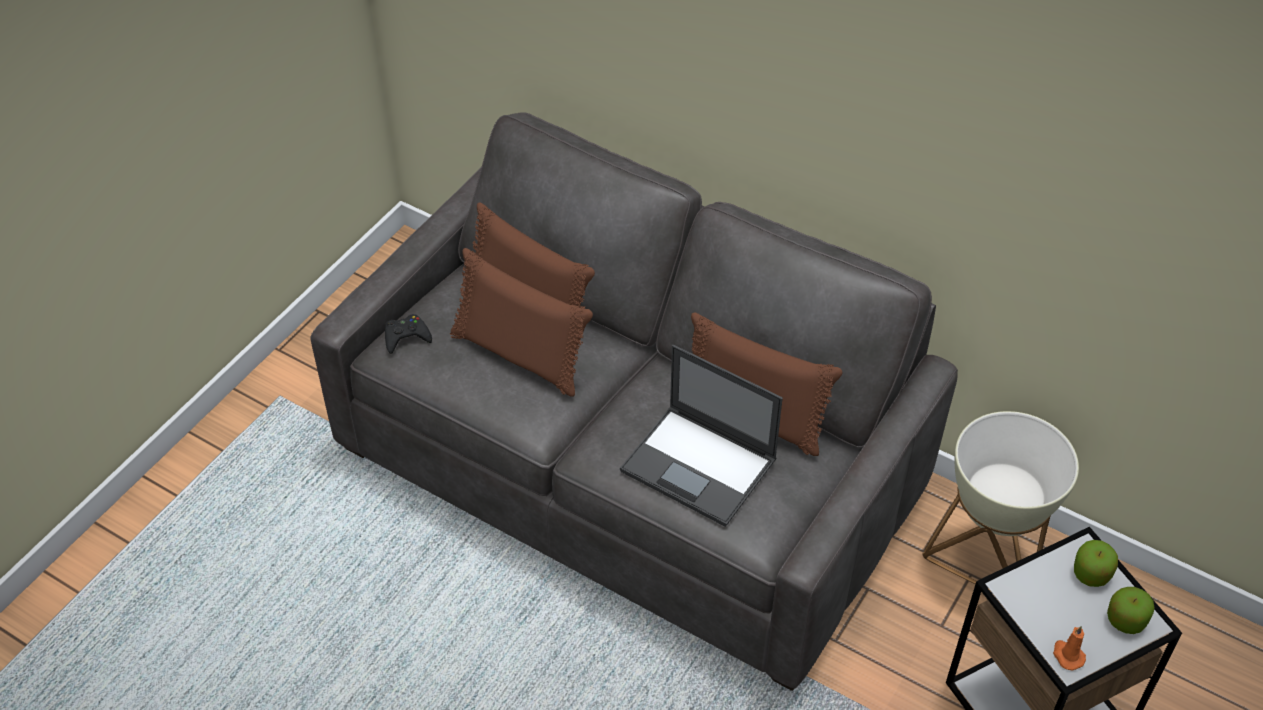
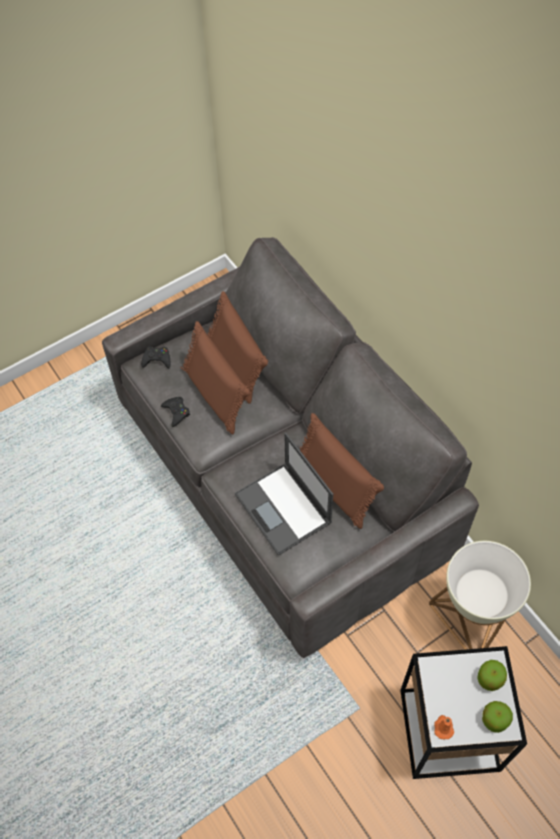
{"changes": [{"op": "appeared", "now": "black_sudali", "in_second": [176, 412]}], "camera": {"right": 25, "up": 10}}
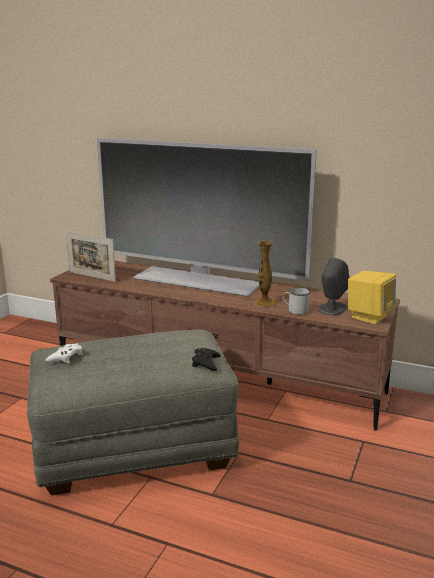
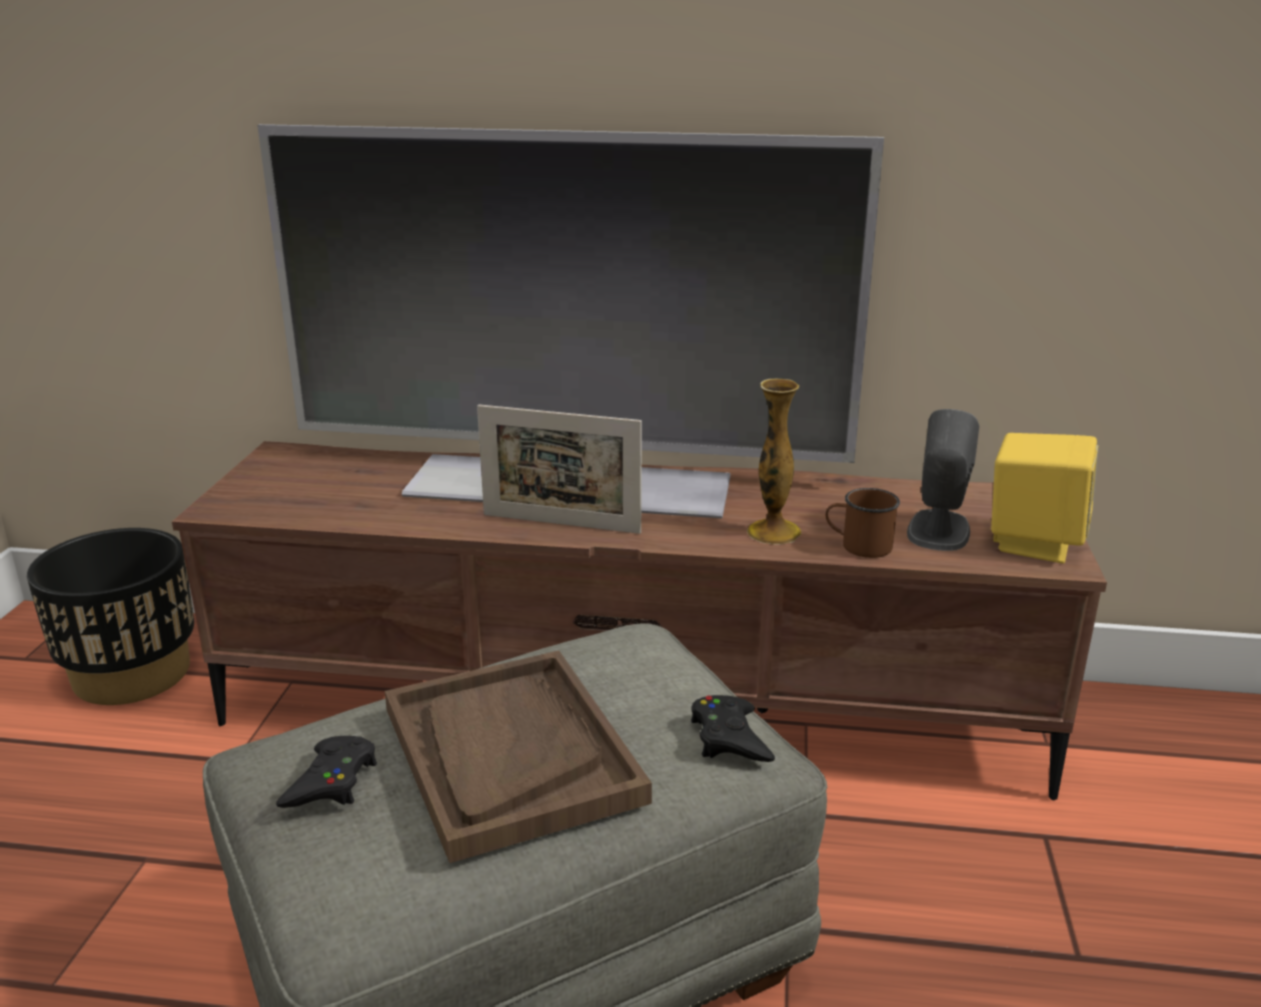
{"changes": [{"op": "colour", "was": "white_sudali", "now": "black_sudali", "in_first": [65, 357], "in_second": [331, 781]}, {"op": "relocated", "was": "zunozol", "in_first": [92, 276], "in_second": [561, 523]}, {"op": "colour", "was": "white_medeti", "now": "brown_medeti", "in_first": [295, 310], "in_second": [858, 546]}, {"op": "appeared", "now": "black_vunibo", "in_second": [132, 674]}, {"op": "appeared", "now": "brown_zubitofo", "in_second": [510, 754]}], "camera": {"right": -15, "up": 5}}
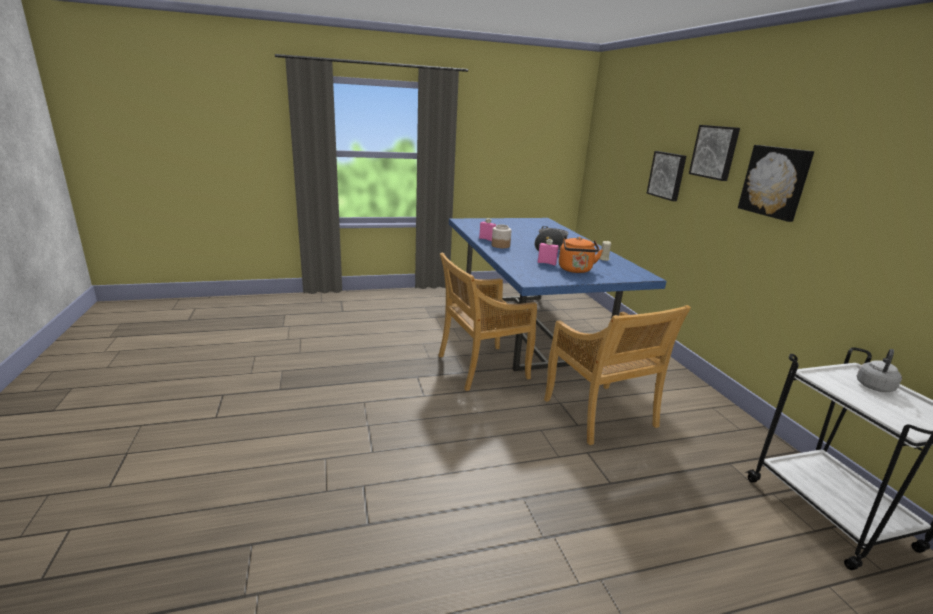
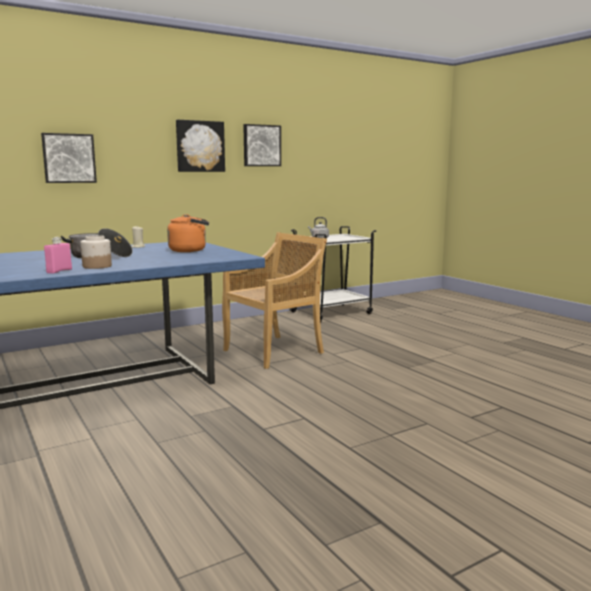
{"changes": [{"op": "missing", "was": "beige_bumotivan", "in_first": [481, 367]}, {"op": "missing", "was": "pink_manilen", "in_first": [546, 263]}, {"op": "relocated", "was": "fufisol", "in_first": [715, 152], "in_second": [261, 145]}], "camera": {"right": -105, "up": -10}}
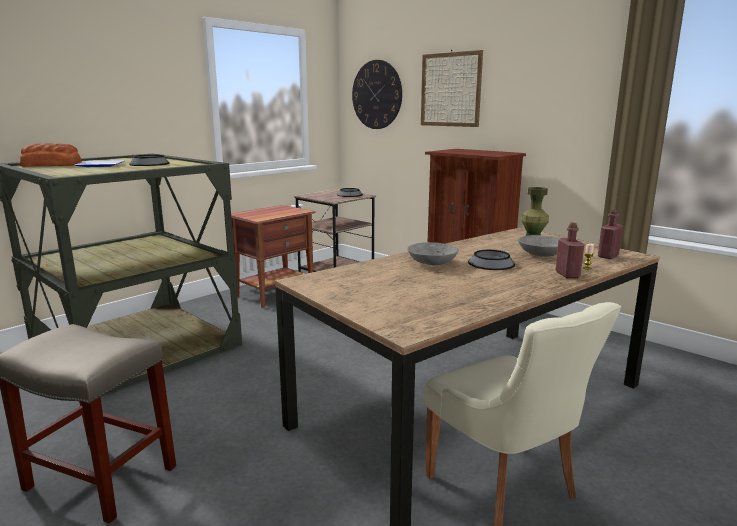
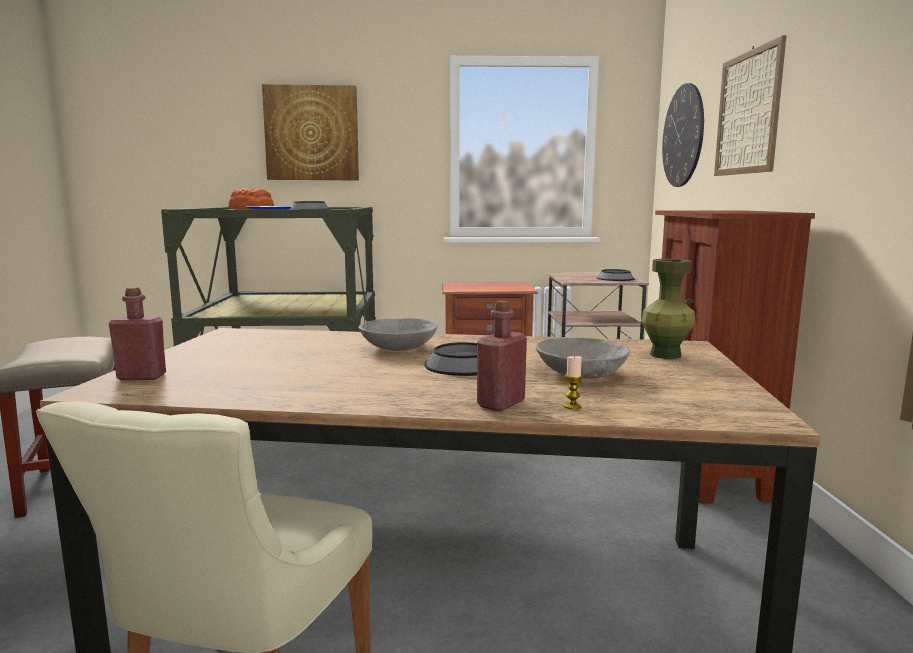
{"changes": [{"op": "relocated", "was": "red_manilen", "in_first": [608, 256], "in_second": [141, 377]}, {"op": "appeared", "now": "fufisol", "in_second": [312, 133]}], "camera": {"right": 45, "up": -5}}
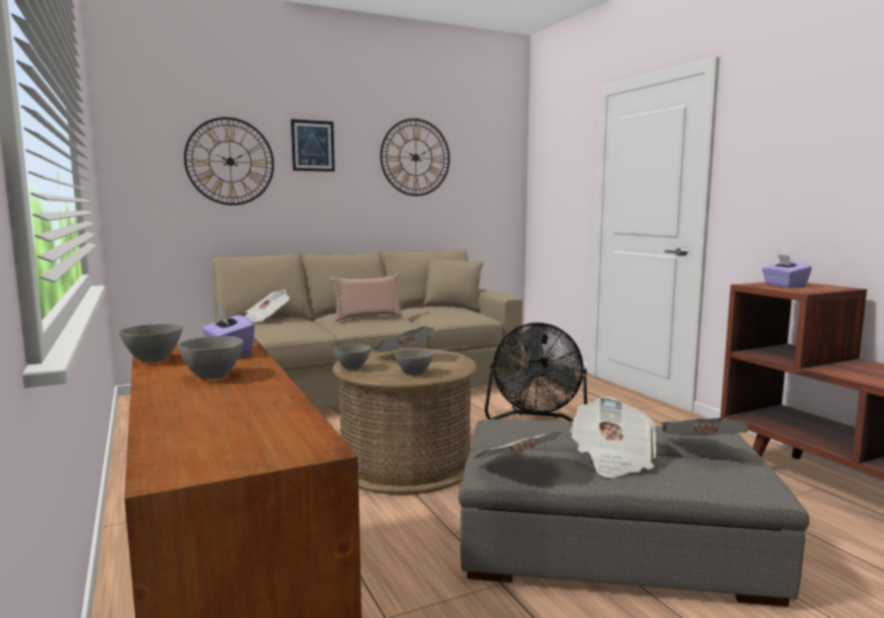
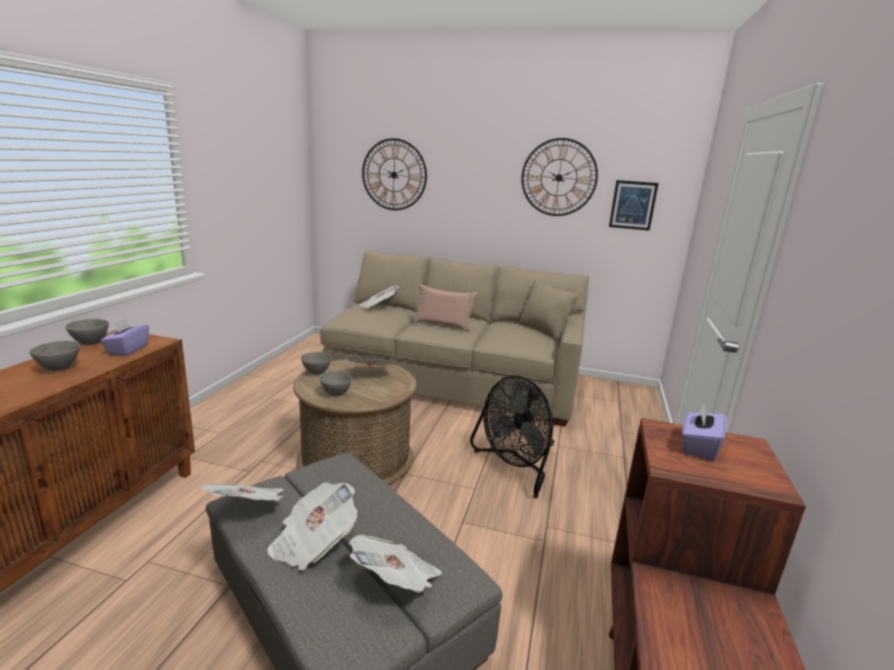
{"changes": [{"op": "relocated", "was": "fufisol", "in_first": [313, 146], "in_second": [633, 205]}], "camera": {"right": 40, "up": 10}}
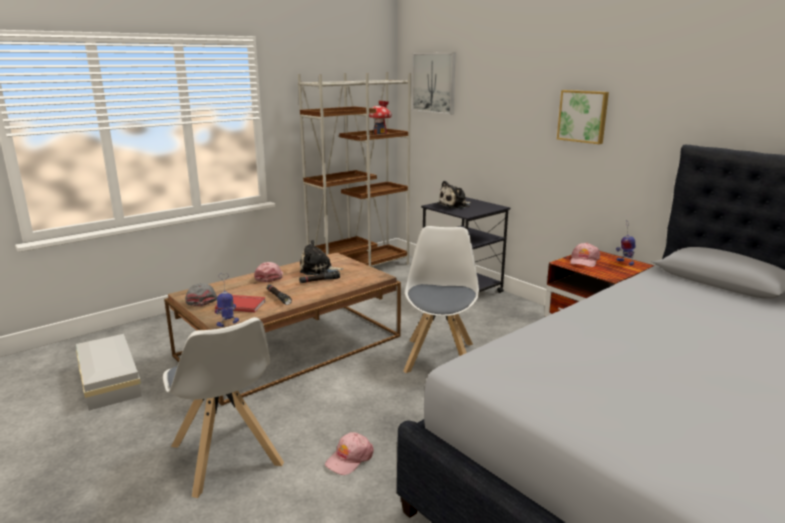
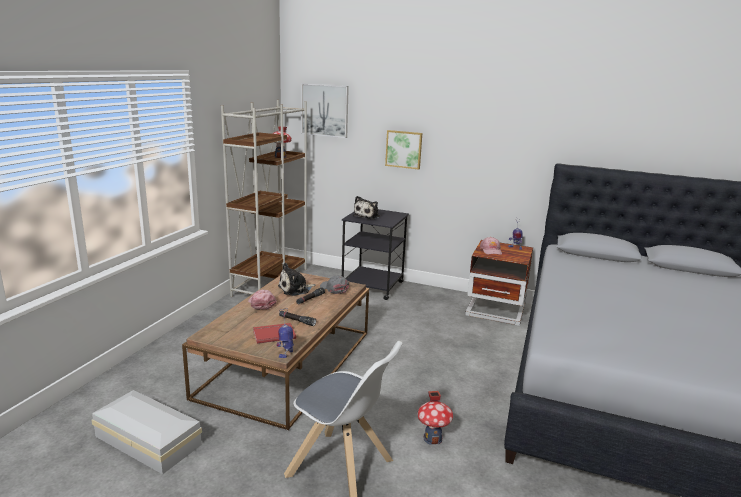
{"changes": [{"op": "relocated", "was": "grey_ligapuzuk", "in_first": [201, 299], "in_second": [334, 288]}, {"op": "exchanged", "was": "pink_ligapuzuk", "now": "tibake", "in_first": [349, 458], "in_second": [432, 438]}, {"op": "missing", "was": "bumotivan", "in_first": [440, 356]}, {"op": "relocated", "was": "fufisol", "in_first": [583, 116], "in_second": [404, 149]}], "camera": {"right": -30, "up": 0}}
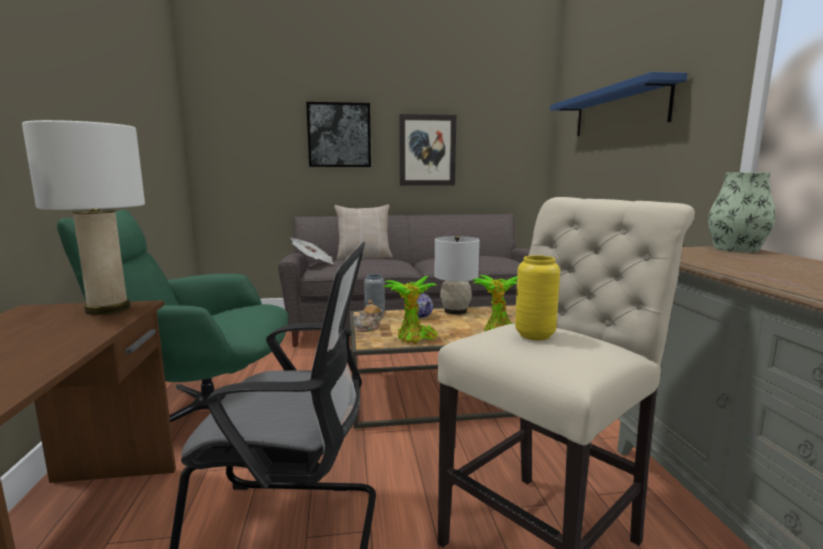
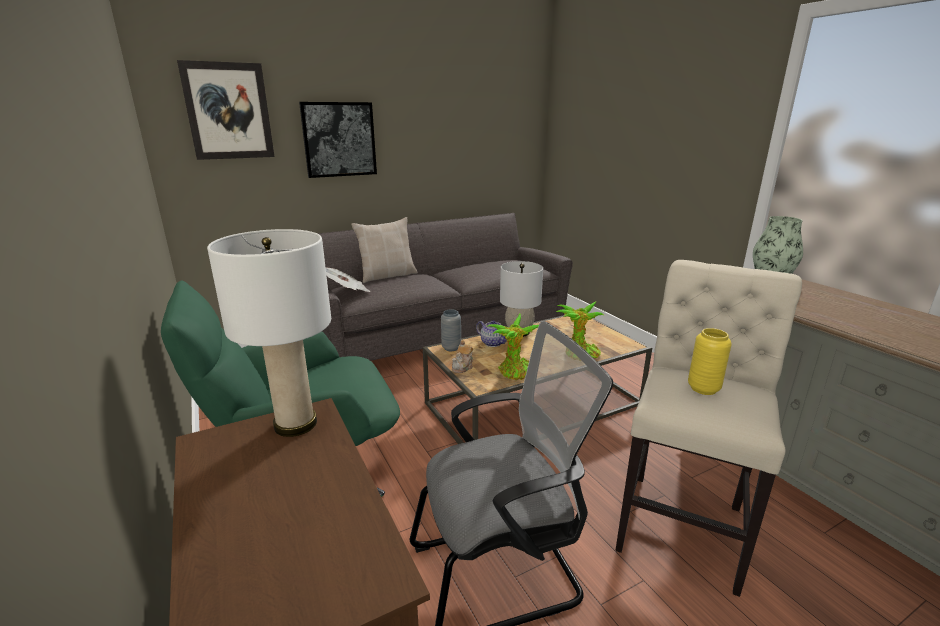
{"changes": [{"op": "relocated", "was": "fufisol", "in_first": [427, 150], "in_second": [228, 111]}, {"op": "missing", "was": "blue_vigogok", "in_first": [618, 111]}], "camera": {"right": -20, "up": 10}}
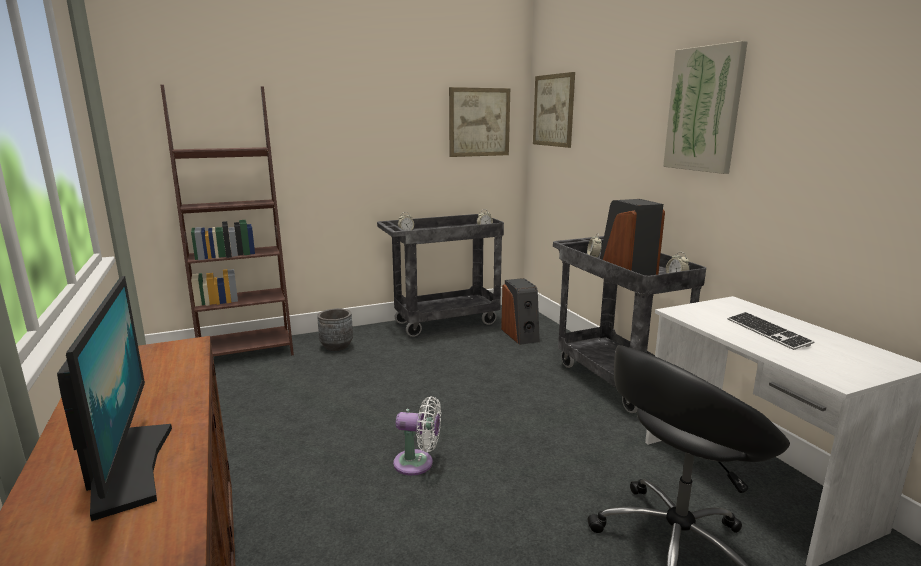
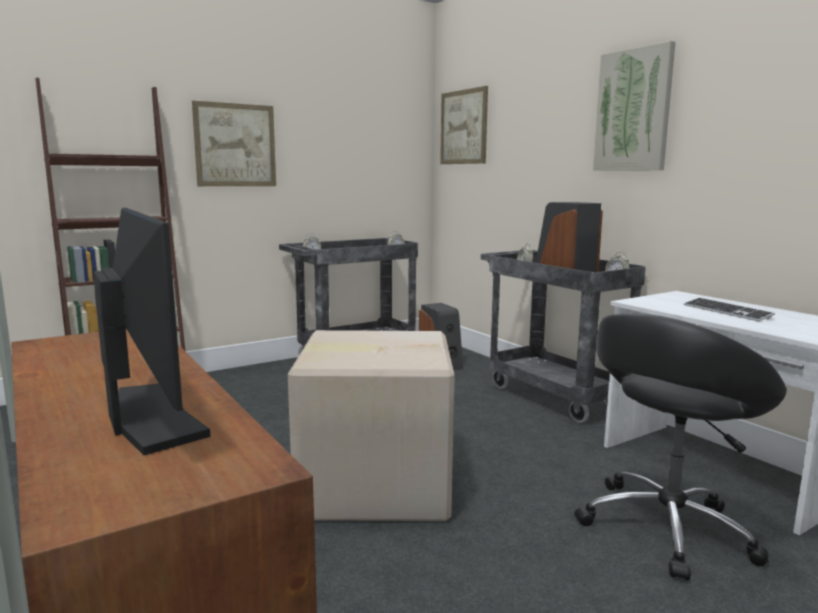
{"changes": [{"op": "missing", "was": "grey_vunibo", "in_first": [336, 346]}, {"op": "exchanged", "was": "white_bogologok", "now": "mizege", "in_first": [417, 463], "in_second": [373, 483]}, {"op": "relocated", "was": "fufisol", "in_first": [479, 122], "in_second": [235, 145]}], "camera": {"right": -10, "up": -5}}
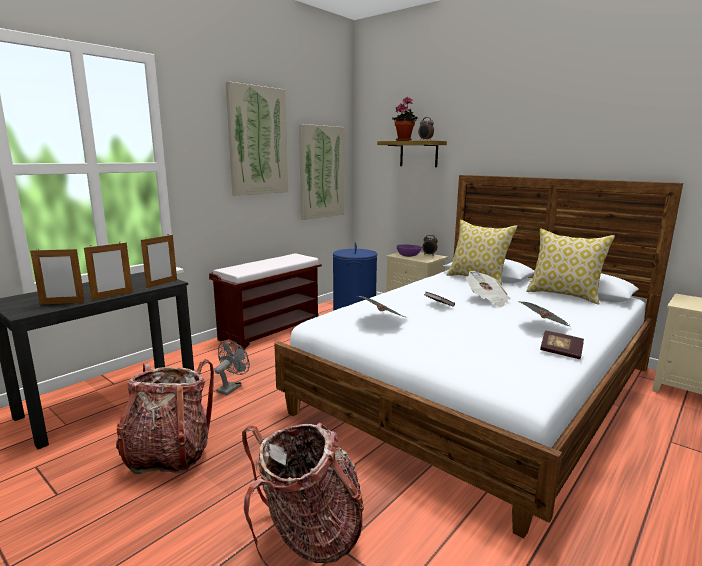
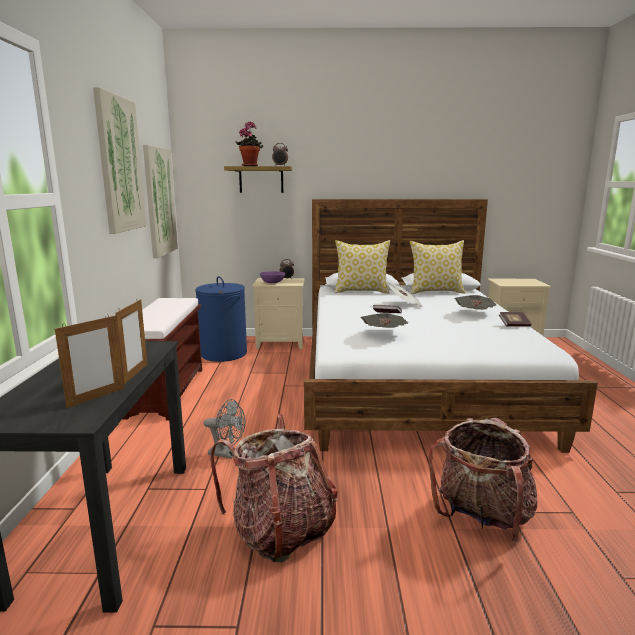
{"changes": [{"op": "missing", "was": "zunozol", "in_first": [162, 284]}, {"op": "spun", "was": "grey_bogologok", "in_first": [231, 387], "in_second": [227, 453], "clockwise": 120}], "camera": {"right": -40, "up": 0}}
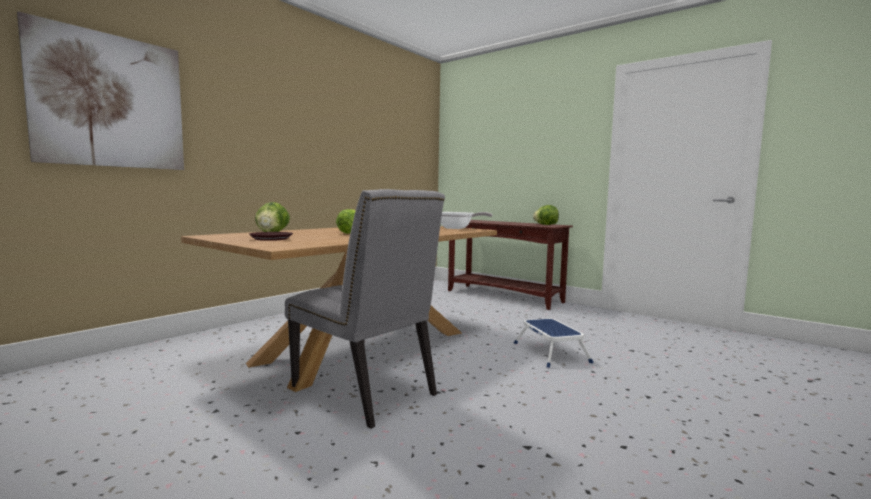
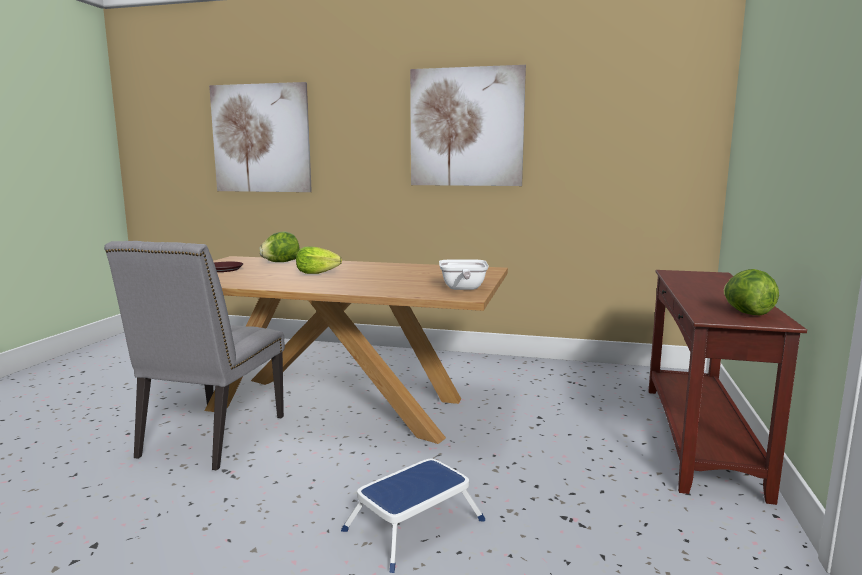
{"changes": [{"op": "appeared", "now": "fufisol", "in_second": [466, 127]}], "camera": {"right": 65, "up": 5}}
